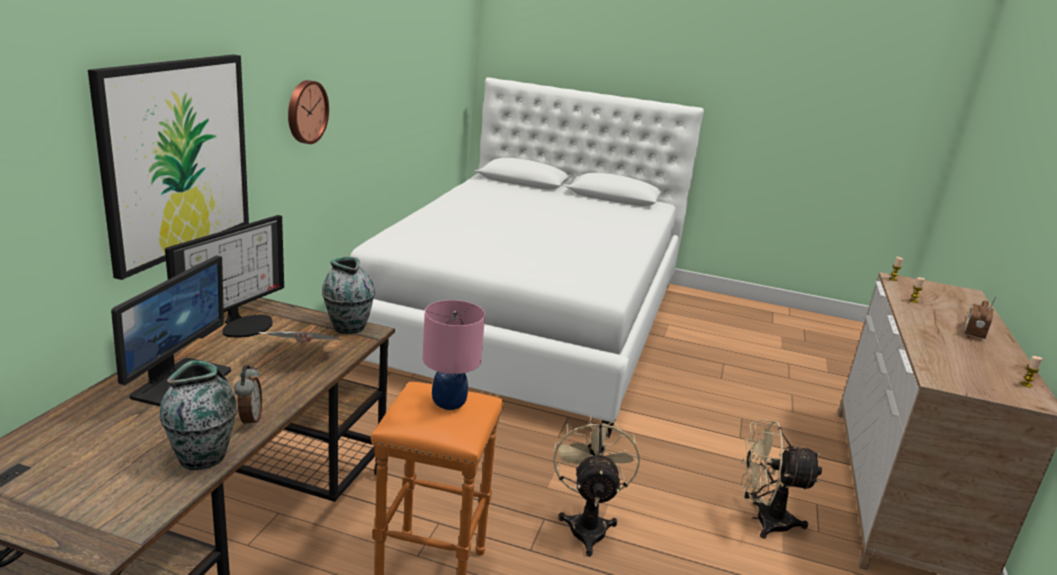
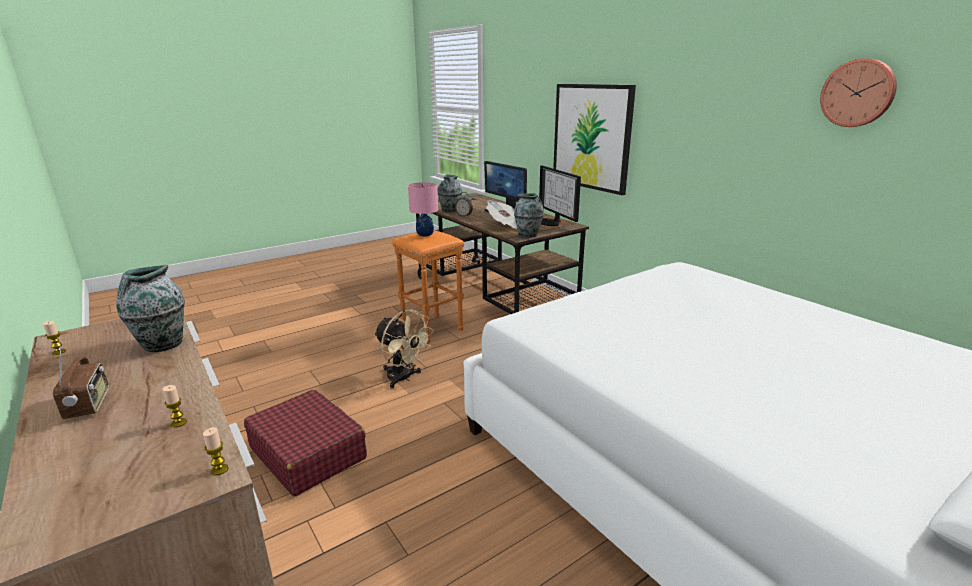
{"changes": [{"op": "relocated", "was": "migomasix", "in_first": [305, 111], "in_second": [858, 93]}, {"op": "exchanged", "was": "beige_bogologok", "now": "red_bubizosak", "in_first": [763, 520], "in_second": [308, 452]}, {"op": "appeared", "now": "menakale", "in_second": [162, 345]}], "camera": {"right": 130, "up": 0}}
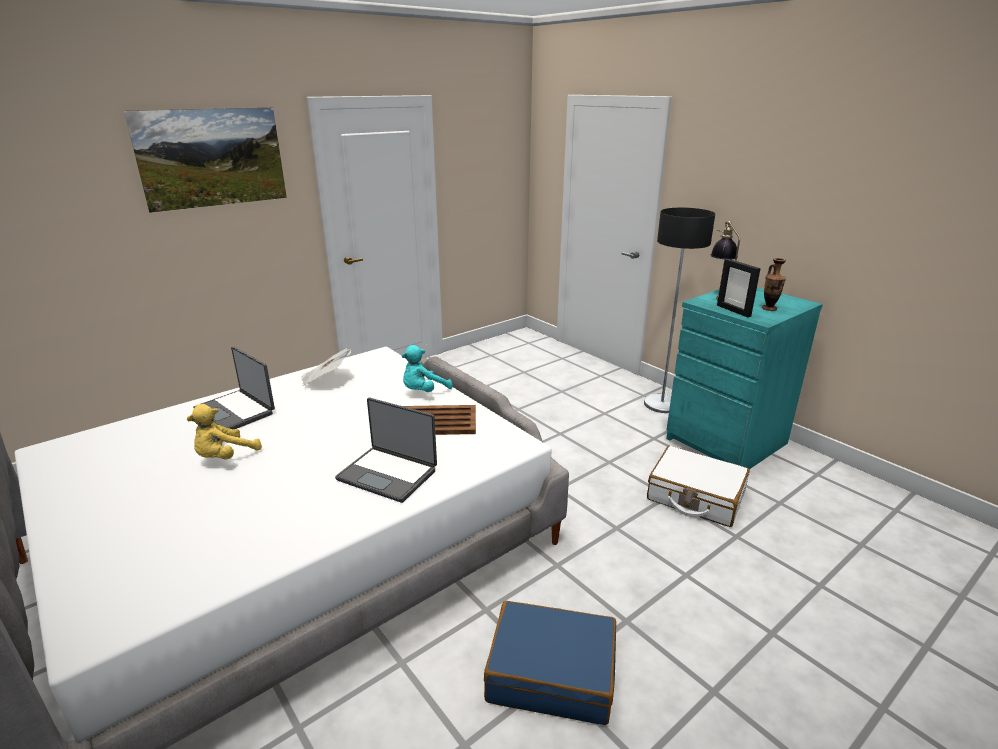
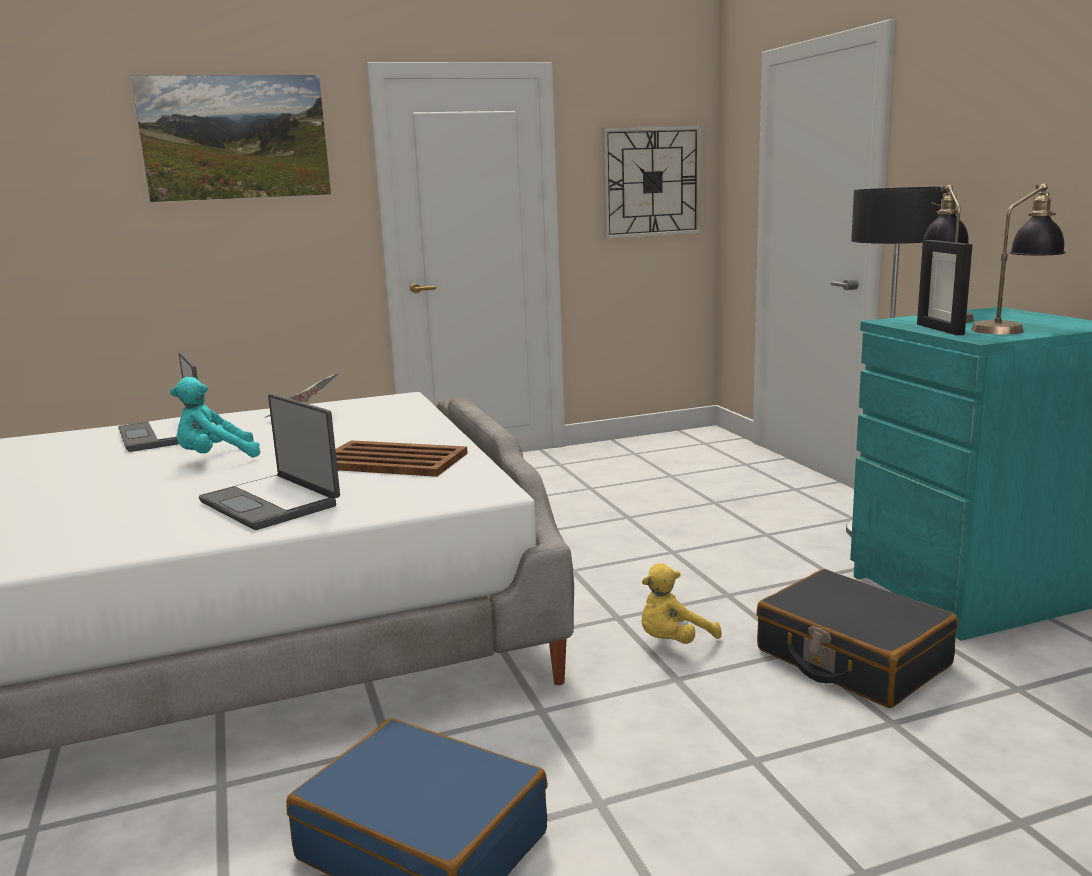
{"changes": [{"op": "relocated", "was": "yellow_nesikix", "in_first": [225, 457], "in_second": [673, 642]}, {"op": "relocated", "was": "turquoise_nesikix", "in_first": [424, 391], "in_second": [215, 458]}, {"op": "colour", "was": "white_bubizosak", "now": "black_bubizosak", "in_first": [695, 497], "in_second": [851, 658]}, {"op": "exchanged", "was": "menakale", "now": "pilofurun", "in_first": [769, 308], "in_second": [1013, 328]}, {"op": "appeared", "now": "migomasix", "in_second": [651, 182]}], "camera": {"right": 20, "up": -10}}
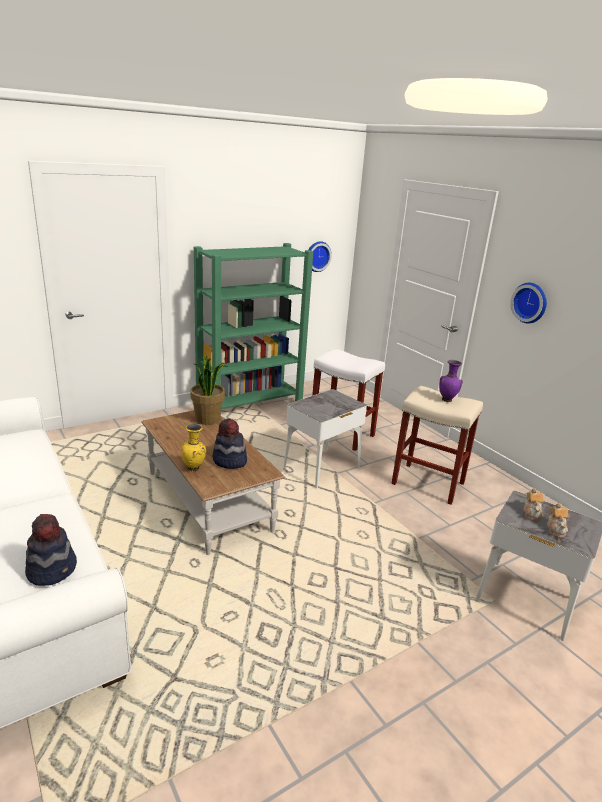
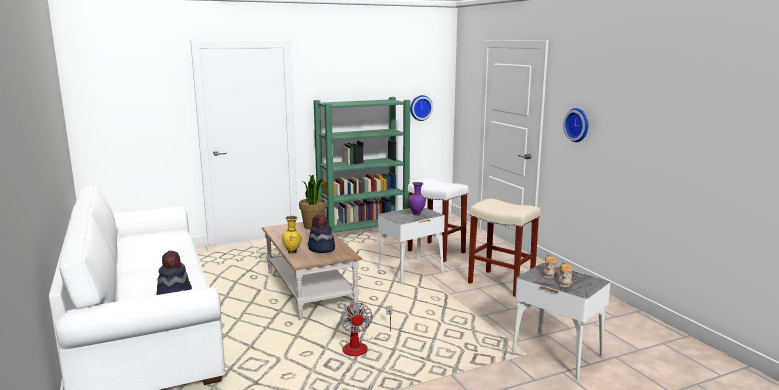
{"changes": [{"op": "relocated", "was": "purple_menakale", "in_first": [447, 400], "in_second": [417, 214]}, {"op": "appeared", "now": "bogologok", "in_second": [361, 346]}], "camera": {"right": 10, "up": -10}}
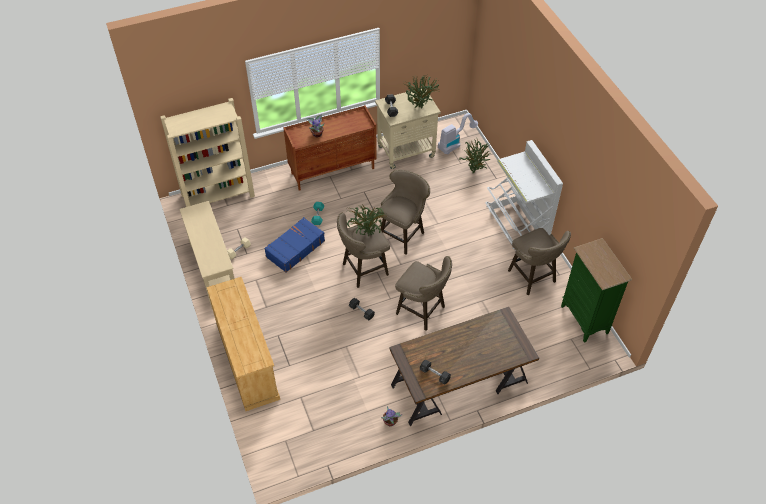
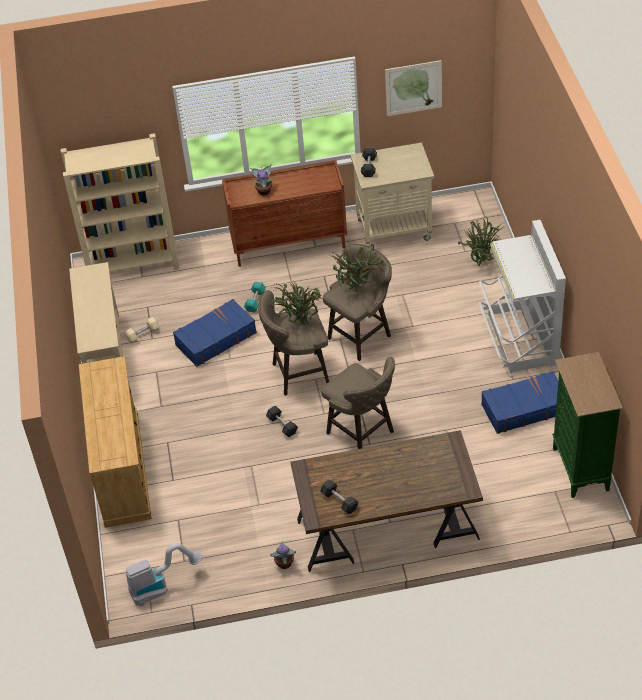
{"changes": [{"op": "relocated", "was": "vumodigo", "in_first": [420, 107], "in_second": [357, 290]}, {"op": "relocated", "was": "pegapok", "in_first": [455, 143], "in_second": [161, 586]}, {"op": "exchanged", "was": "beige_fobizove", "now": "blue_bubizosak", "in_first": [533, 278], "in_second": [524, 408]}, {"op": "appeared", "now": "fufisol", "in_second": [413, 88]}], "camera": {"right": 15, "up": -5}}
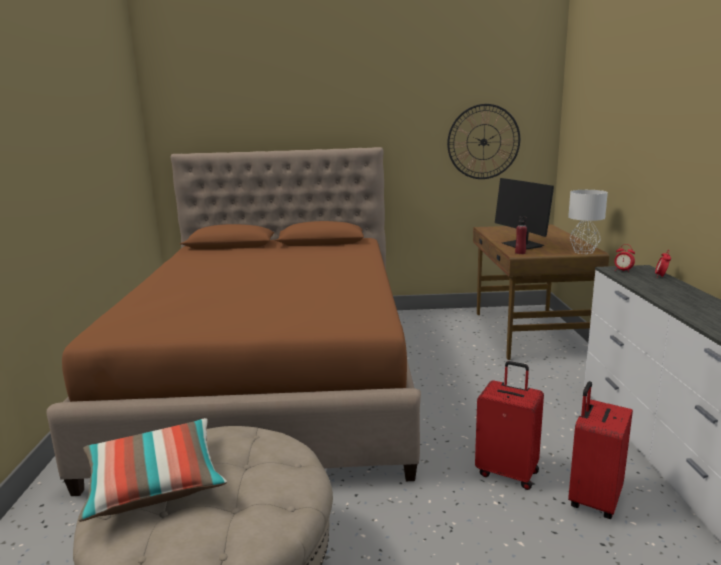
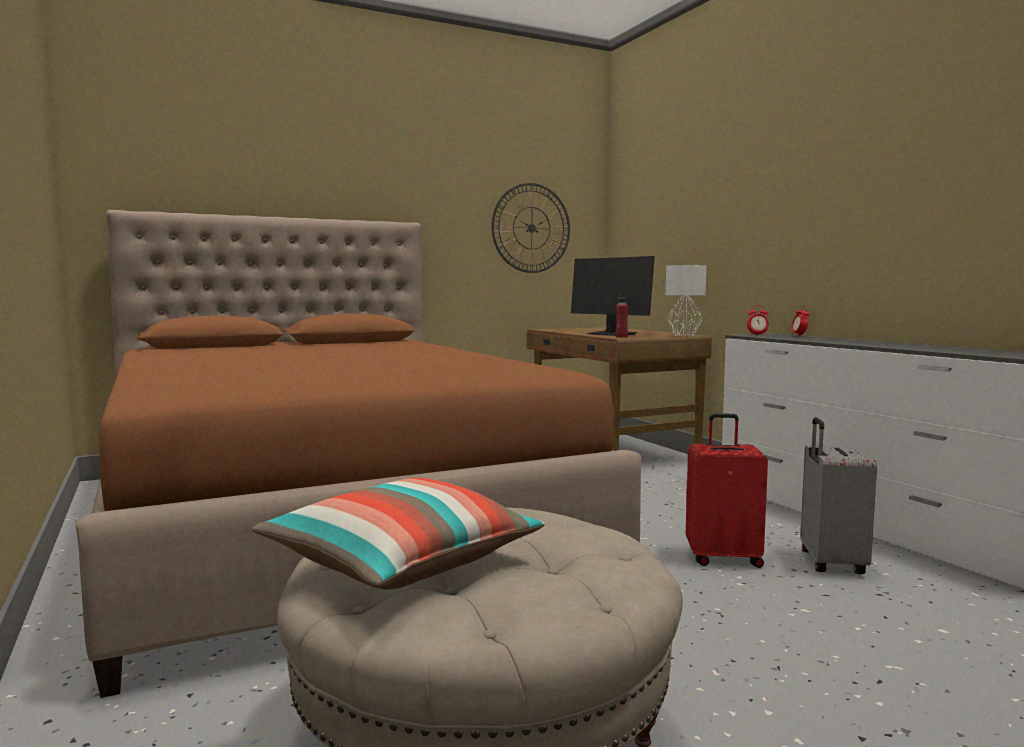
{"changes": [{"op": "colour", "was": "red_bubizosak", "now": "grey_bubizosak", "in_first": [593, 499], "in_second": [830, 563]}], "camera": {"right": -25, "up": -10}}
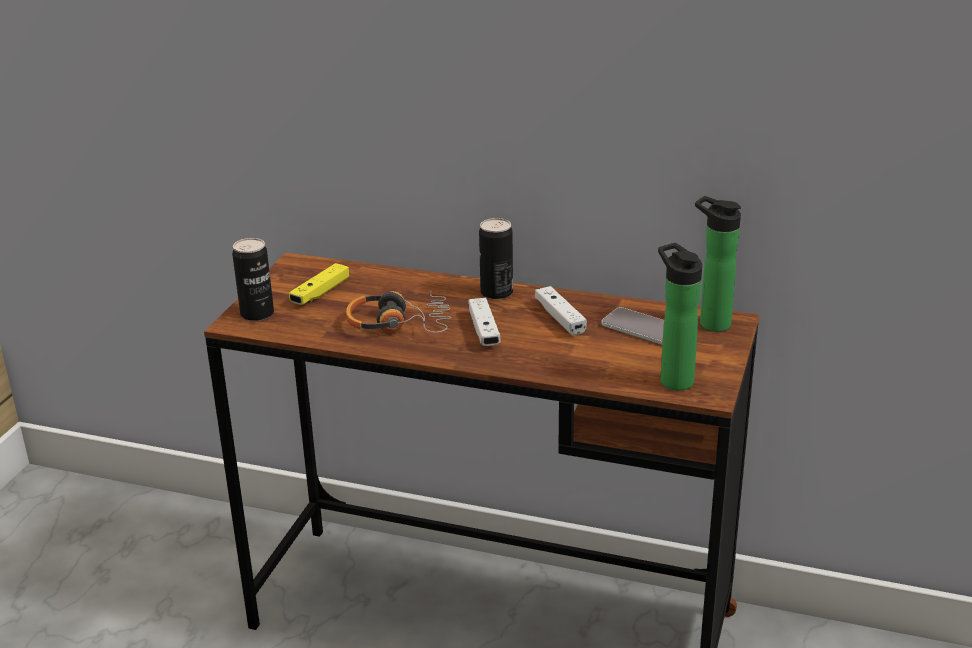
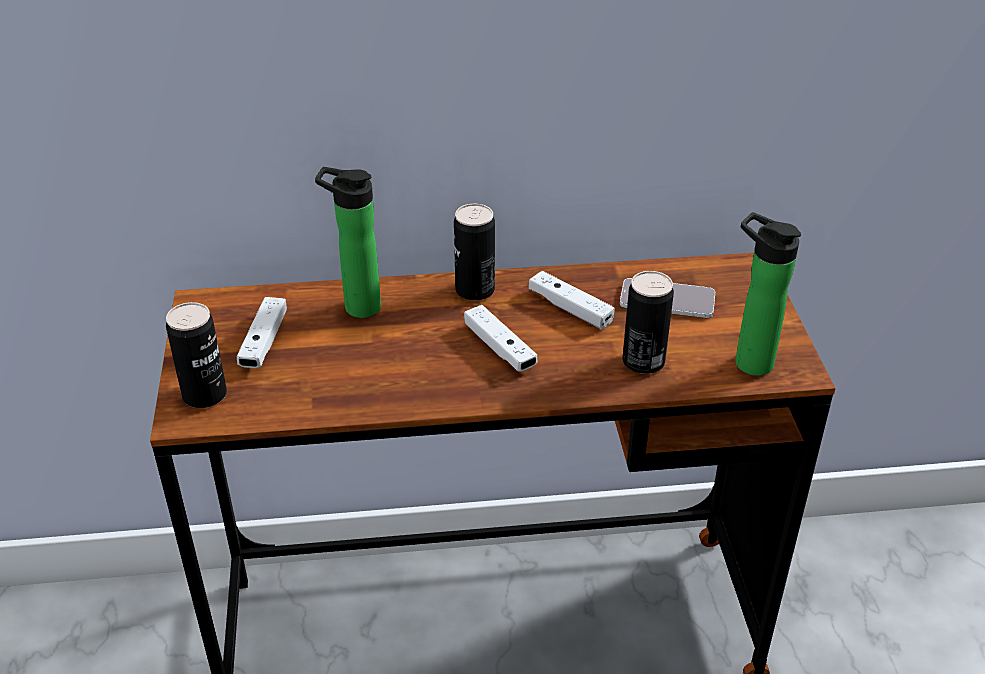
{"changes": [{"op": "colour", "was": "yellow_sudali", "now": "white_sudali", "in_first": [320, 293], "in_second": [264, 342]}, {"op": "missing", "was": "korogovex", "in_first": [399, 323]}, {"op": "relocated", "was": "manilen", "in_first": [710, 323], "in_second": [357, 306]}, {"op": "appeared", "now": "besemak", "in_second": [643, 362]}], "camera": {"right": -25, "up": 10}}
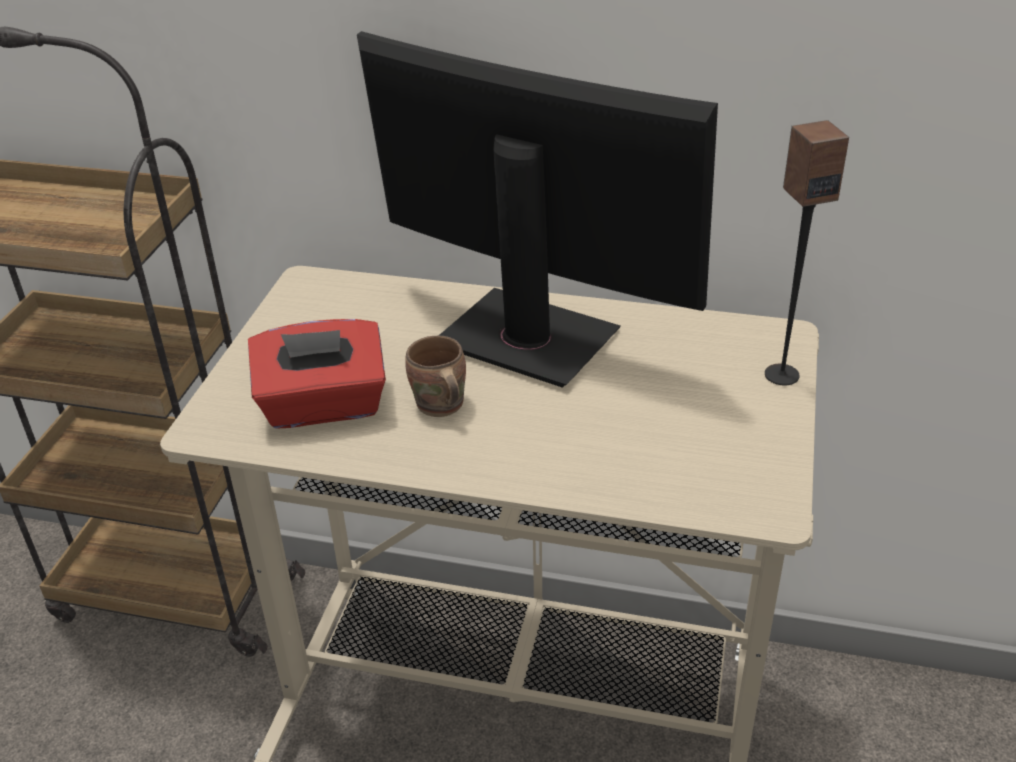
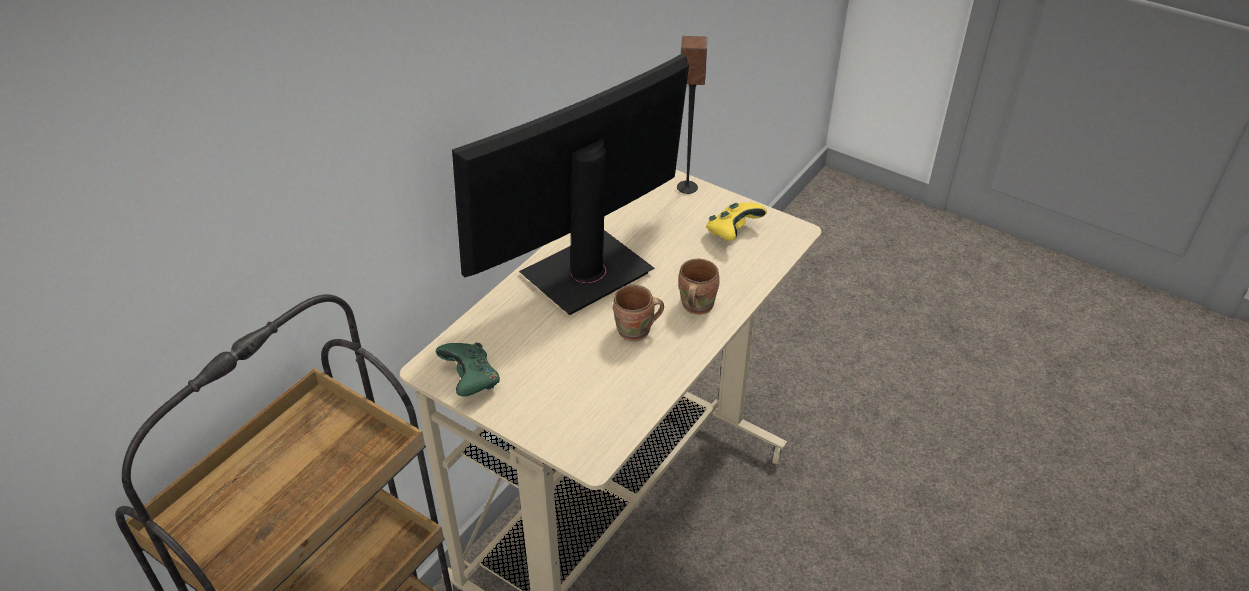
{"changes": [{"op": "missing", "was": "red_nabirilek", "in_first": [323, 406]}, {"op": "appeared", "now": "green_sudali", "in_second": [471, 380]}, {"op": "appeared", "now": "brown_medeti", "in_second": [694, 306]}, {"op": "appeared", "now": "yellow_sudali", "in_second": [733, 232]}], "camera": {"right": -70, "up": 5}}
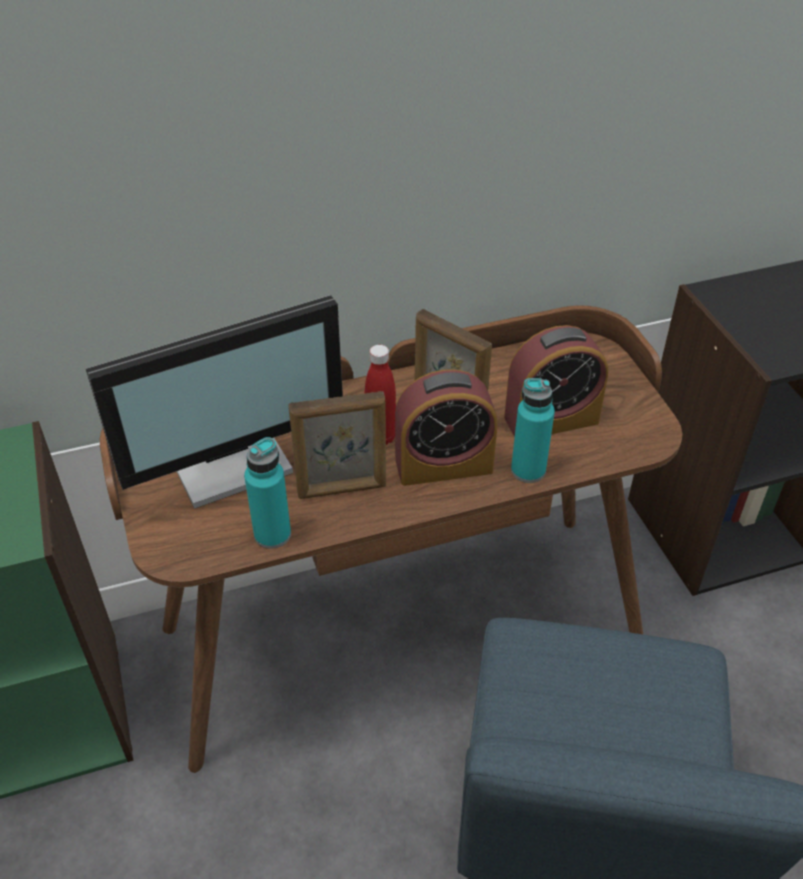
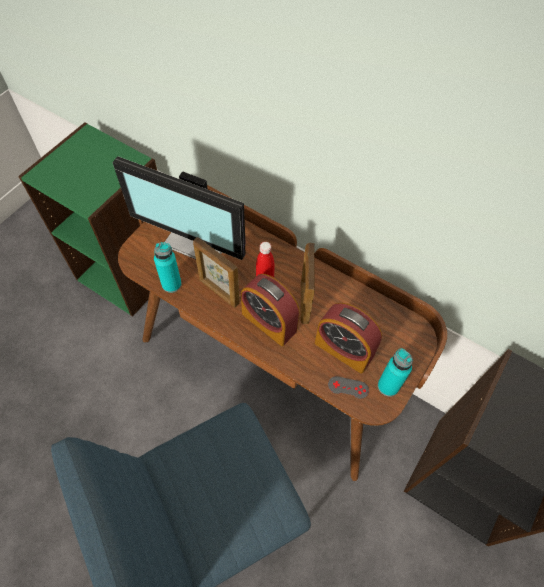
{"changes": [{"op": "relocated", "was": "turquoise_manilen", "in_first": [528, 470], "in_second": [388, 386]}, {"op": "appeared", "now": "grey_sudali", "in_second": [348, 387]}], "camera": {"right": 50, "up": 15}}
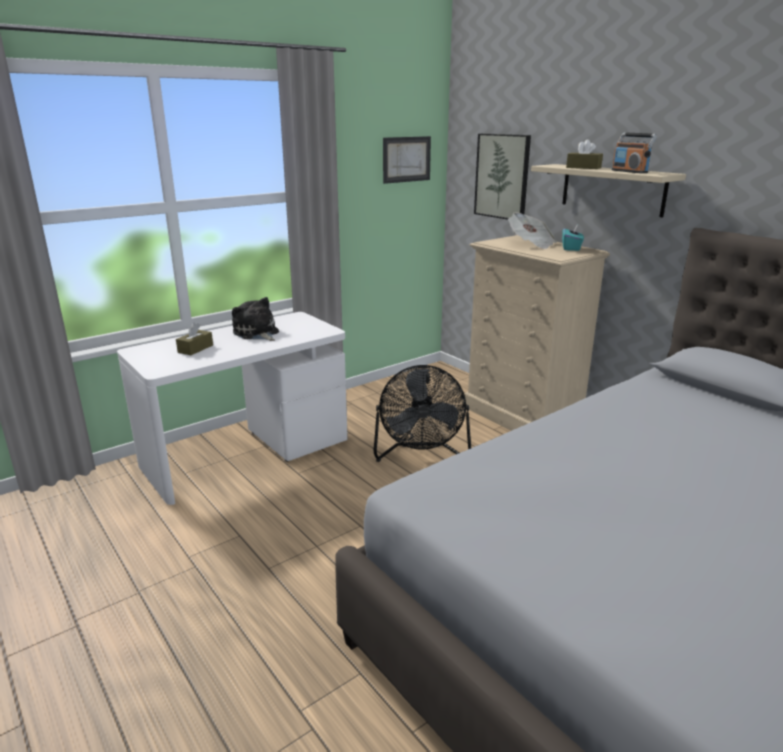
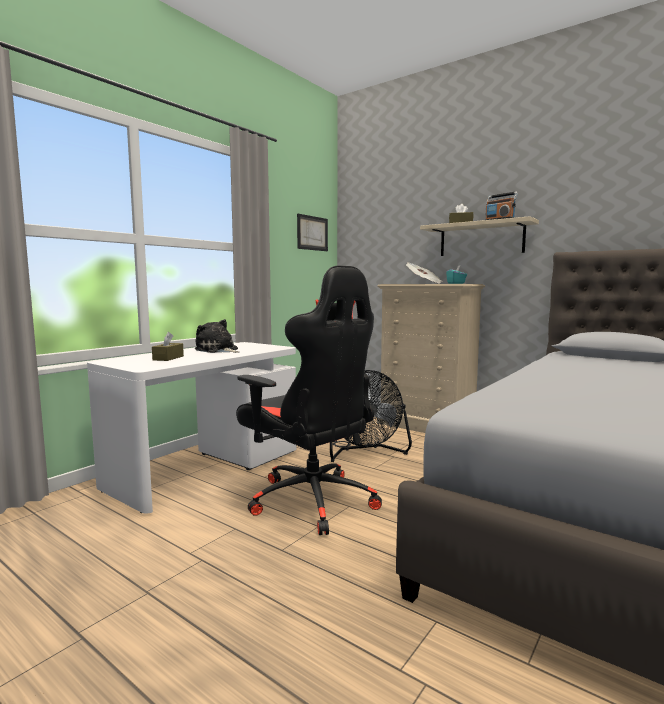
{"changes": [{"op": "missing", "was": "fufisol", "in_first": [502, 176]}, {"op": "appeared", "now": "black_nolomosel", "in_second": [306, 498]}], "camera": {"right": -15, "up": -15}}
